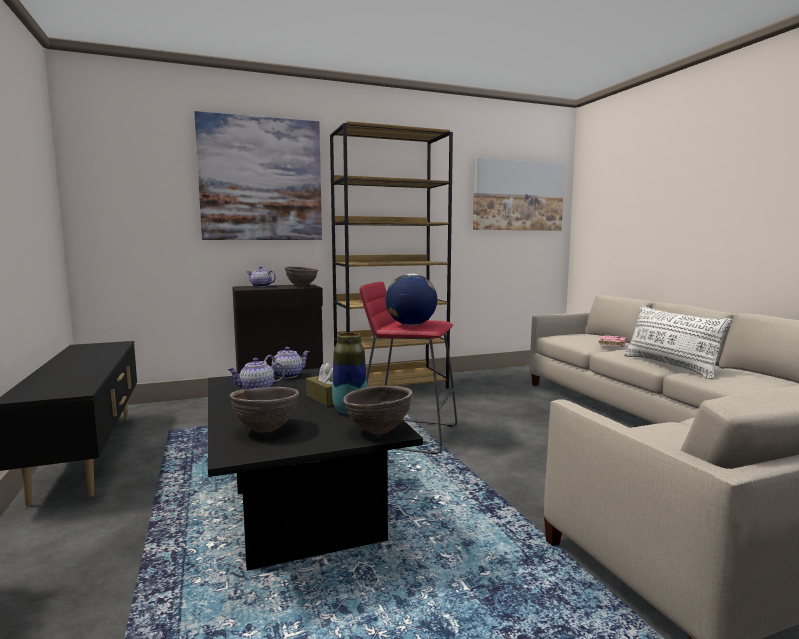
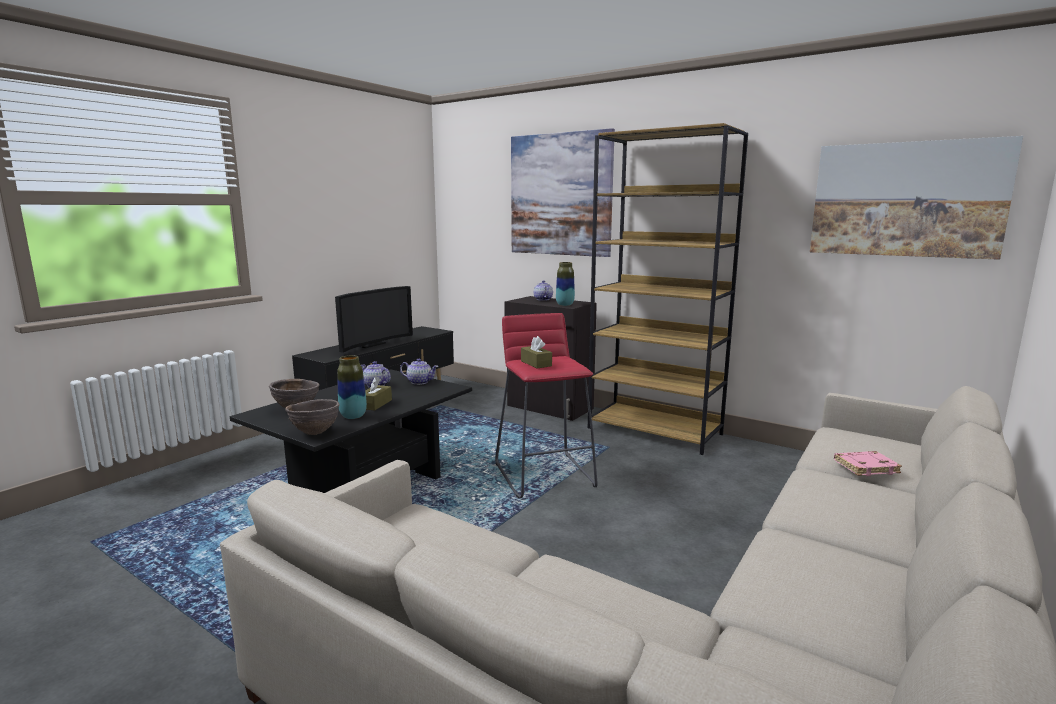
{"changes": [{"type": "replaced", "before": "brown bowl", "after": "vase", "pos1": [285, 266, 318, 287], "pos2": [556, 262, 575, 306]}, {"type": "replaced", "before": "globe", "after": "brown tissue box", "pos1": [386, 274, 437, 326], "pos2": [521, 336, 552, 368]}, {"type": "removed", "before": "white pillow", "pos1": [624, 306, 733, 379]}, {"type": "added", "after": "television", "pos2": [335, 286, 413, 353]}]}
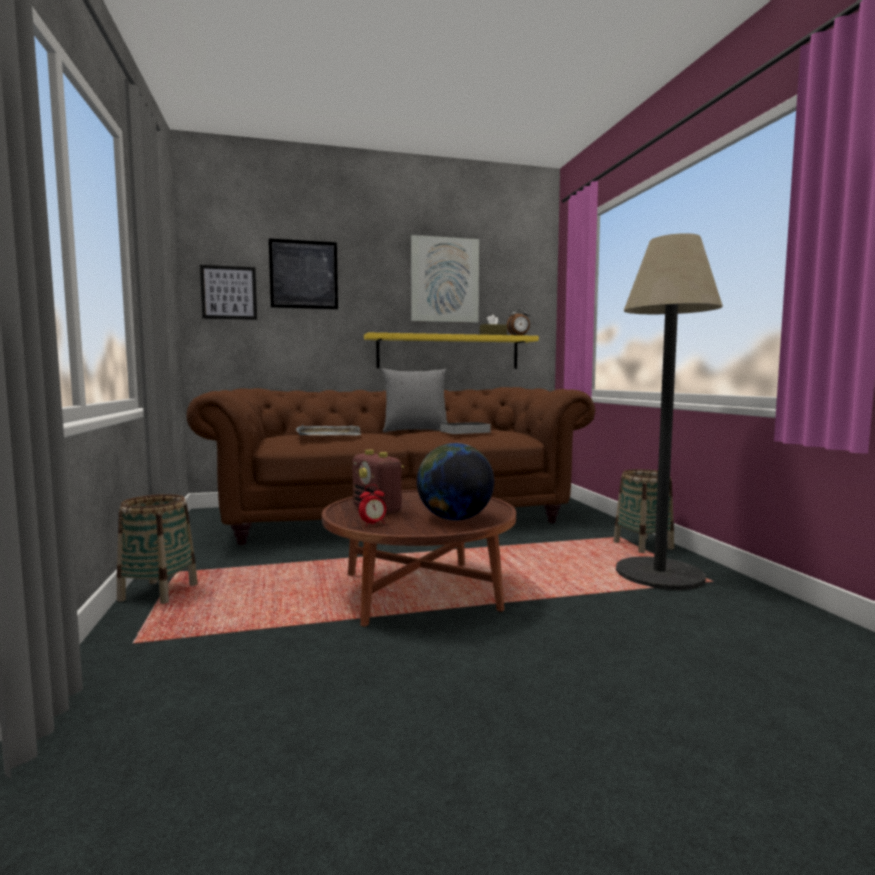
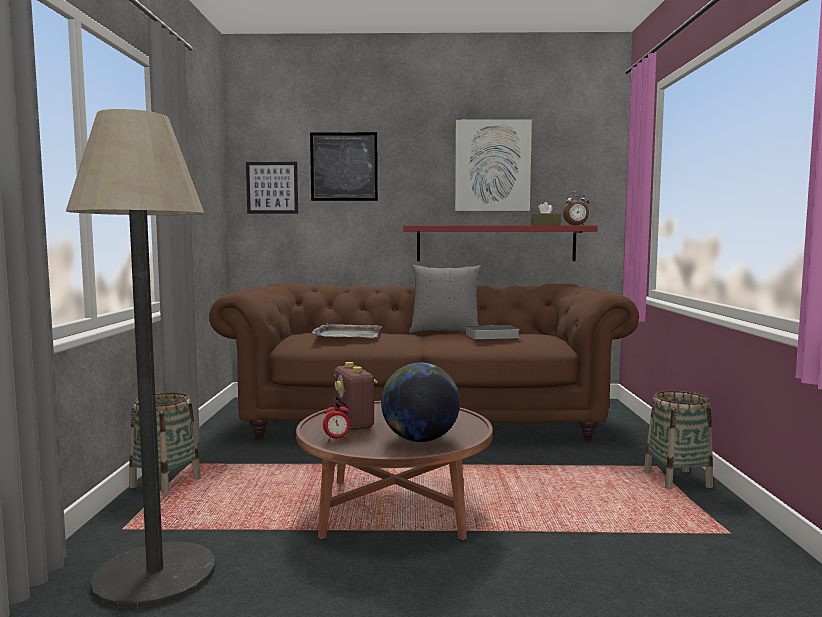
{"changes": [{"type": "recoloured", "before": "yellow shelf", "after": "red shelf", "pos1": [364, 332, 539, 369], "pos2": [403, 226, 598, 261]}, {"type": "moved", "before": "floor lamp", "pos1": [616, 233, 723, 590], "pos2": [66, 109, 215, 609]}]}
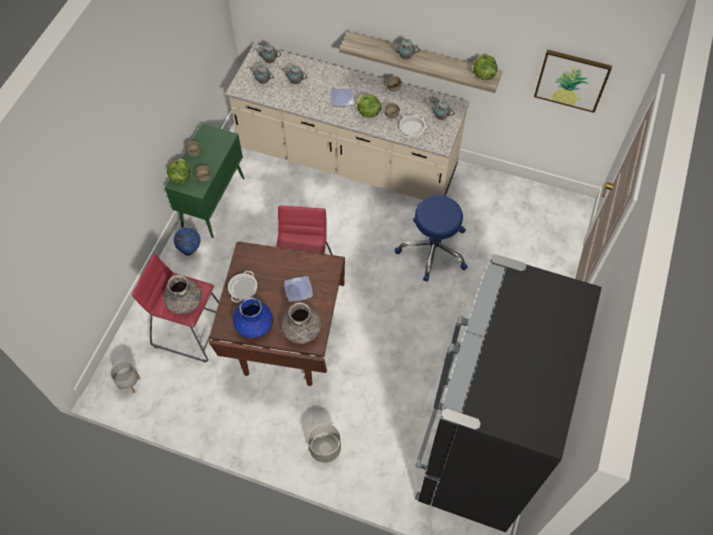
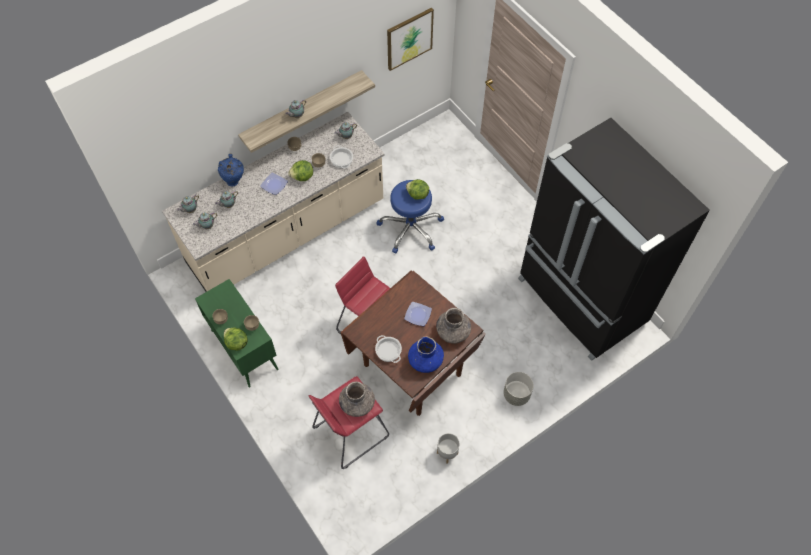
{"changes": [{"type": "moved", "before": "grey planter", "pos1": [110, 361, 141, 393], "pos2": [437, 433, 460, 464]}, {"type": "moved", "before": "blue vase", "pos1": [174, 227, 201, 255], "pos2": [218, 153, 244, 186]}, {"type": "moved", "before": "lettuce", "pos1": [473, 55, 497, 80], "pos2": [406, 179, 429, 200]}]}
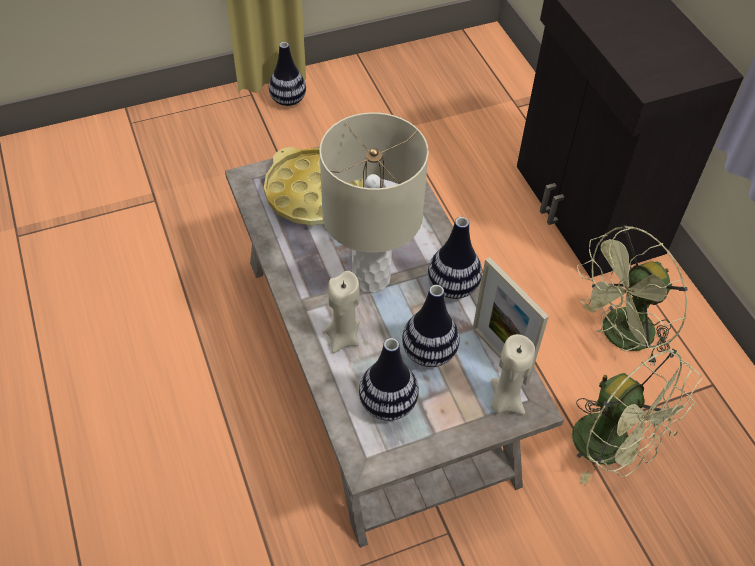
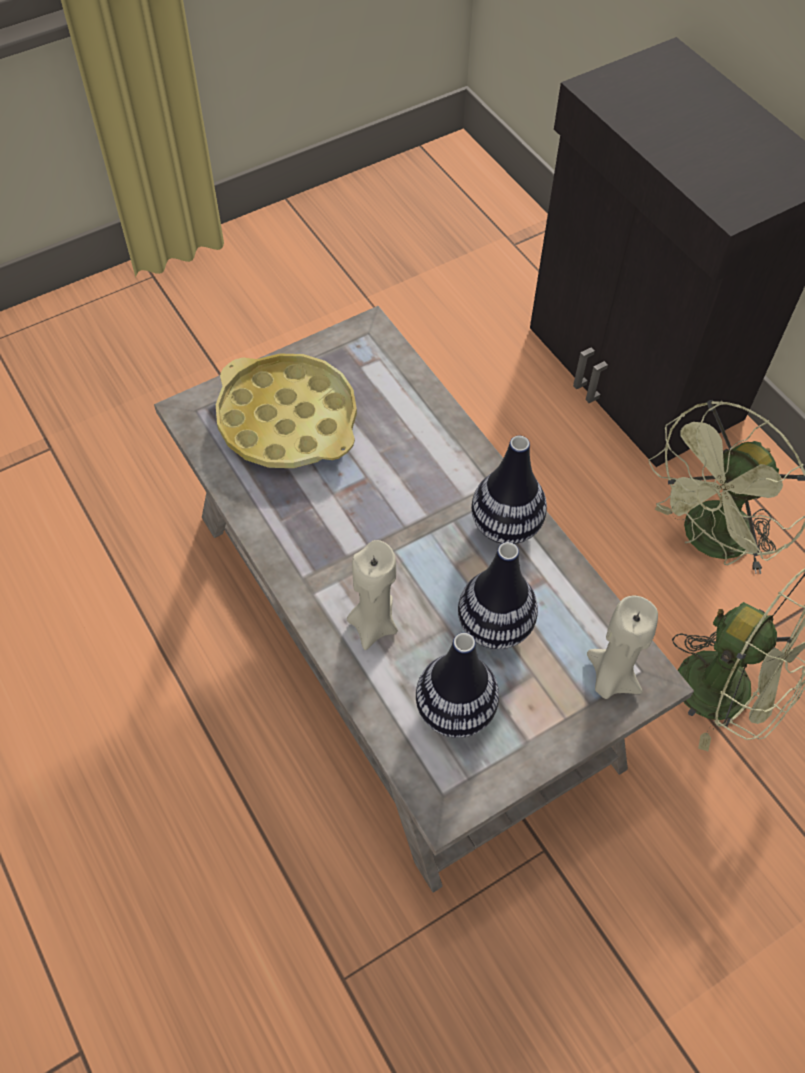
{"changes": [{"type": "removed", "before": "vase", "pos1": [269, 42, 306, 106]}, {"type": "removed", "before": "beige table lamp", "pos1": [319, 112, 429, 293]}, {"type": "removed", "before": "picture frame", "pos1": [473, 257, 549, 385]}]}
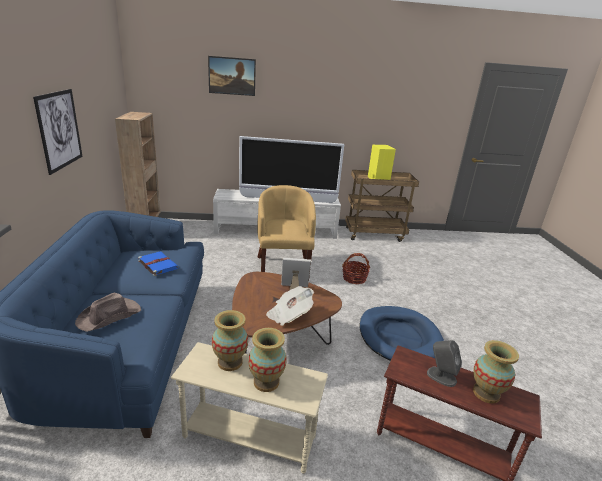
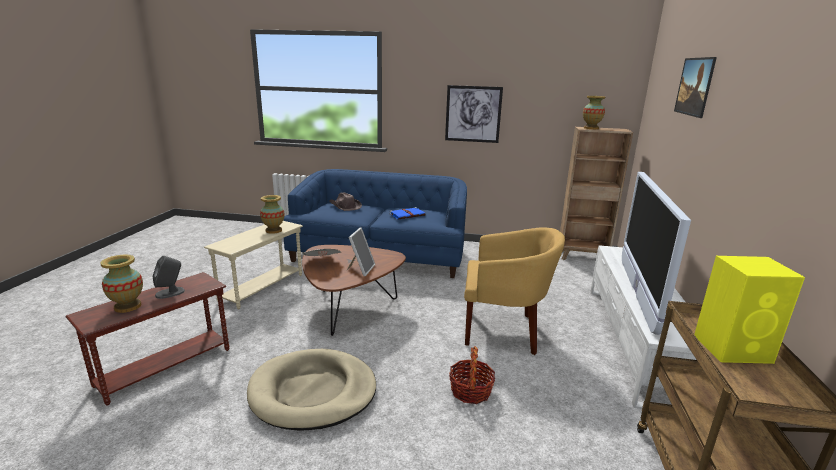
{"changes": [{"type": "moved", "before": "vase", "pos1": [248, 328, 287, 392], "pos2": [583, 96, 605, 129]}, {"type": "recoloured", "before": "blue dog bed", "after": "beige dog bed", "pos1": [360, 306, 444, 361], "pos2": [247, 349, 376, 431]}]}
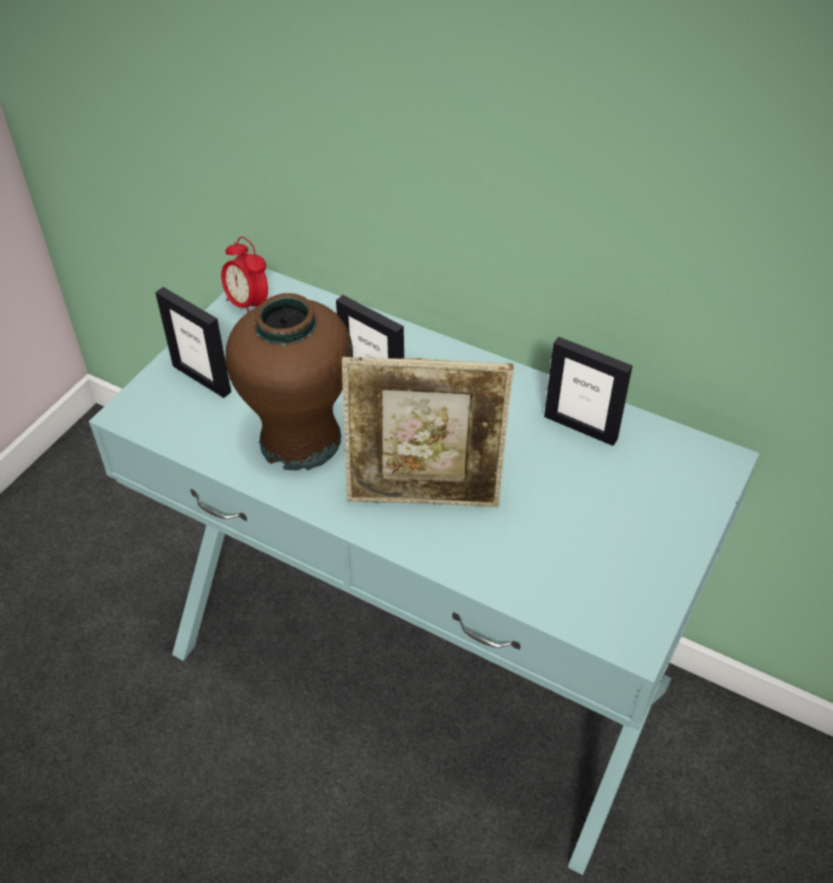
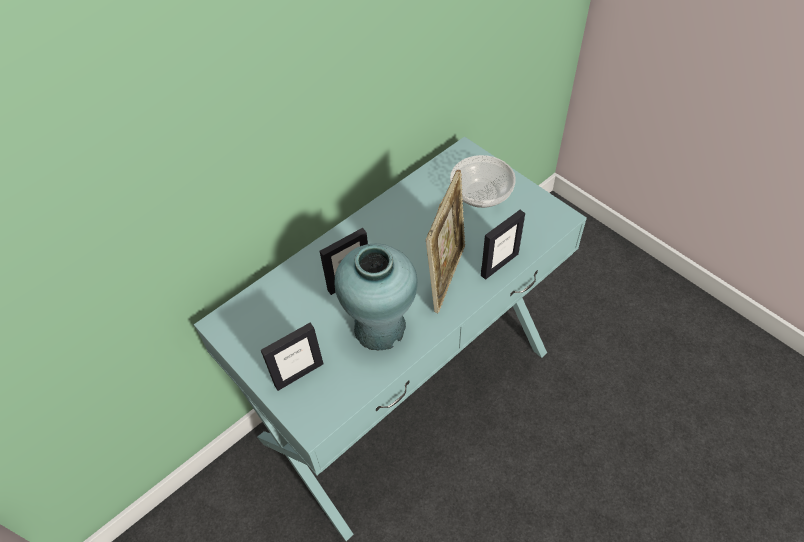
{"changes": [{"type": "removed", "before": "alarm clock", "pos1": [221, 237, 268, 312]}, {"type": "recoloured", "before": "brown vase", "after": "turquoise vase", "pos1": [225, 293, 353, 470], "pos2": [335, 244, 418, 350]}, {"type": "moved", "before": "picture frame", "pos1": [544, 337, 632, 446], "pos2": [481, 210, 525, 280]}, {"type": "added", "after": "bowl", "pos2": [450, 155, 516, 208]}]}
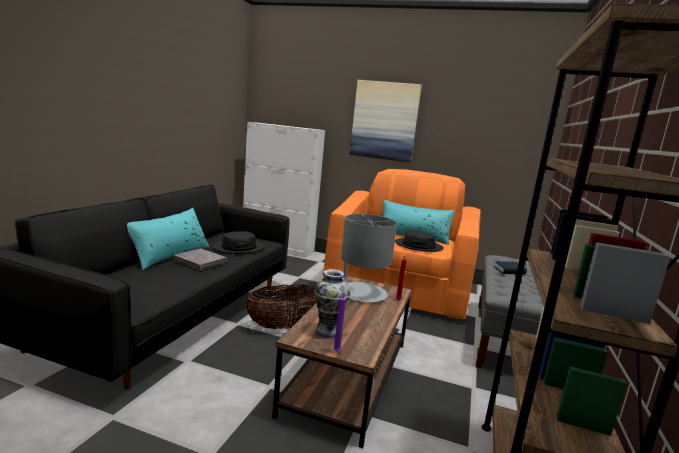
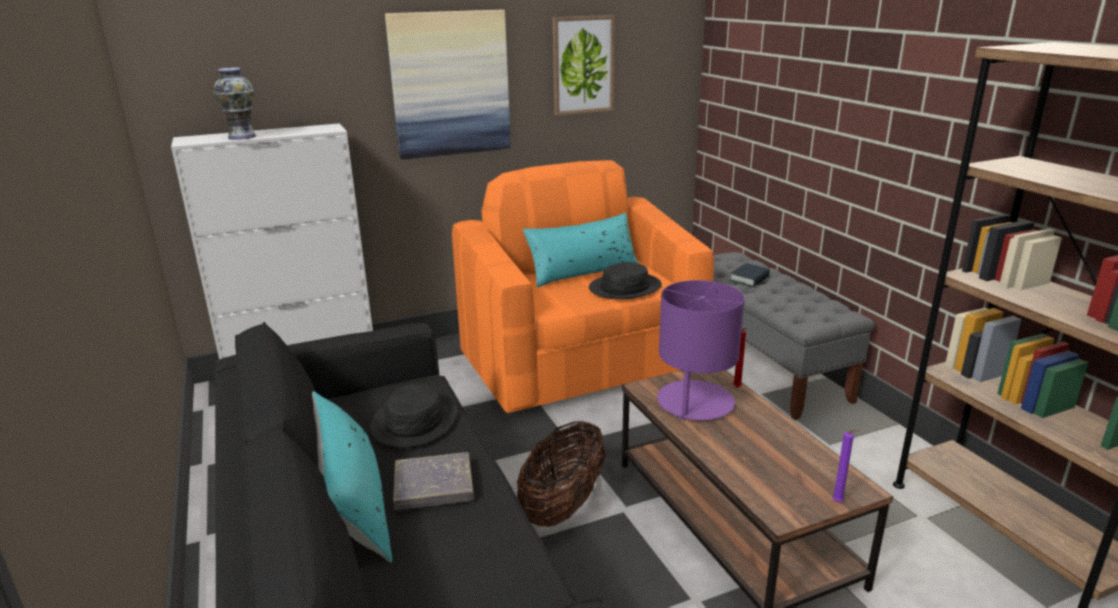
{"changes": [{"type": "moved", "before": "vase", "pos1": [314, 269, 351, 338], "pos2": [214, 68, 256, 140]}, {"type": "recoloured", "before": "grey table lamp", "after": "purple table lamp", "pos1": [341, 214, 397, 303], "pos2": [657, 280, 745, 421]}, {"type": "added", "after": "picture", "pos2": [553, 15, 615, 116]}]}
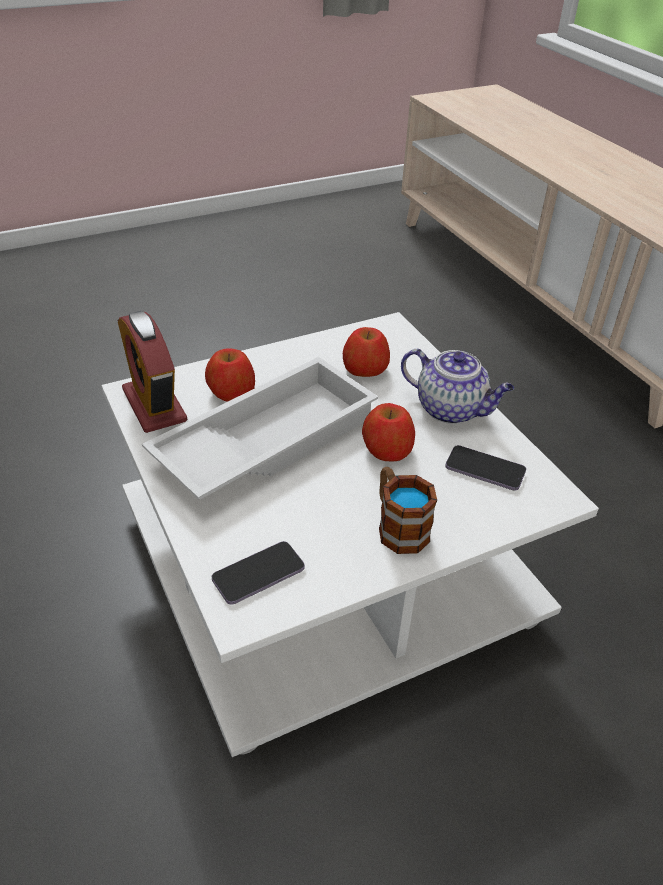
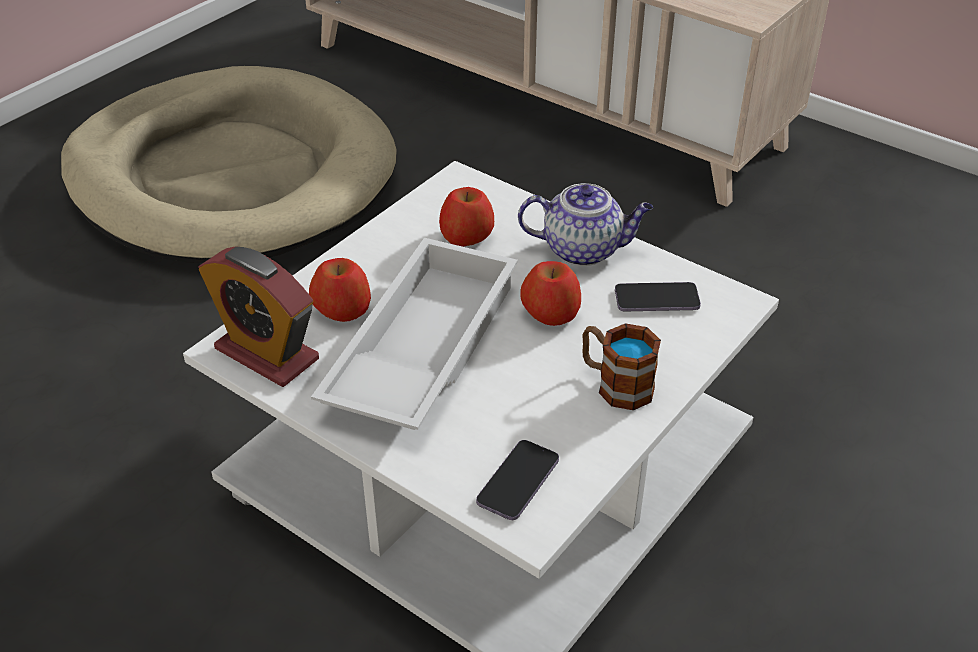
{"changes": [{"type": "added", "after": "beige dog bed", "pos2": [61, 66, 397, 263]}]}
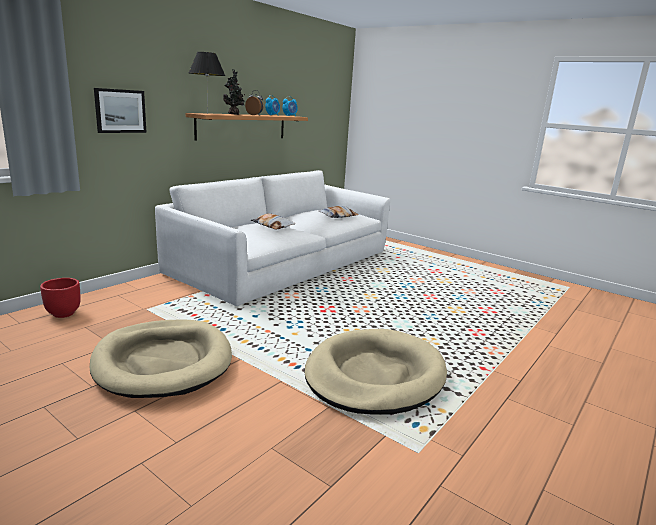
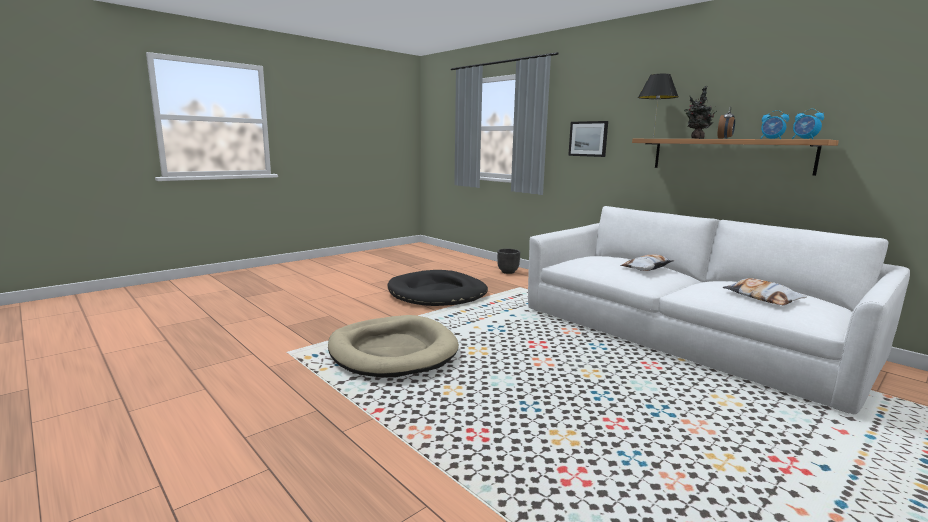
{"changes": [{"type": "recoloured", "before": "red planter", "after": "black planter", "pos1": [40, 278, 81, 318], "pos2": [497, 249, 520, 274]}, {"type": "recoloured", "before": "beige dog bed", "after": "black dog bed", "pos1": [90, 320, 232, 398], "pos2": [387, 270, 488, 306]}]}
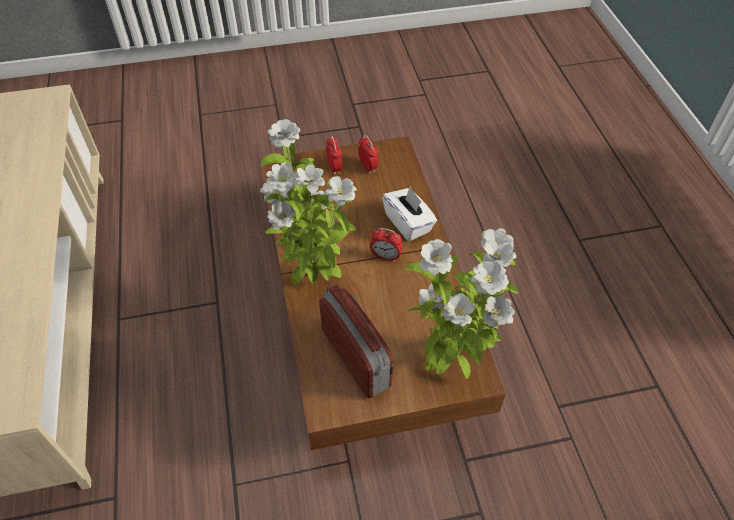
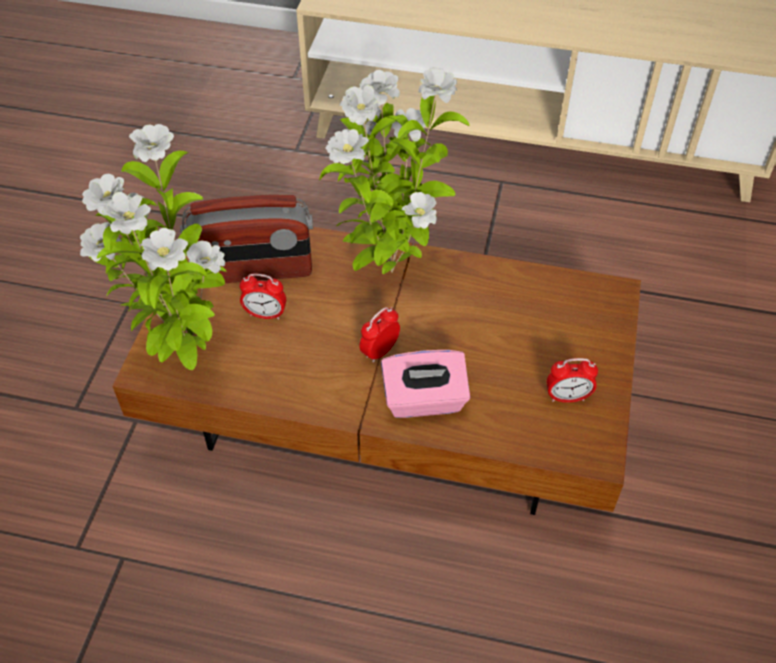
{"changes": [{"type": "moved", "before": "alarm clock", "pos1": [326, 136, 342, 175], "pos2": [240, 273, 286, 320]}, {"type": "recoloured", "before": "white tissue box", "after": "pink tissue box", "pos1": [382, 187, 437, 241], "pos2": [381, 350, 470, 418]}]}
